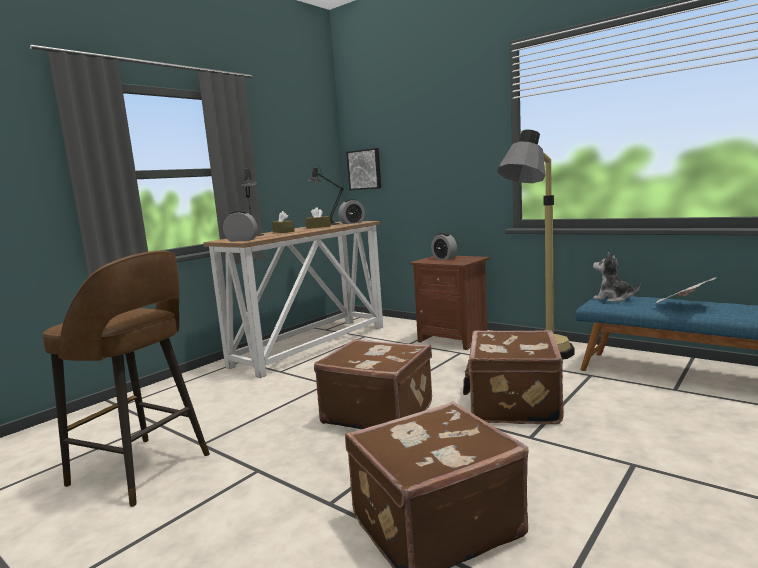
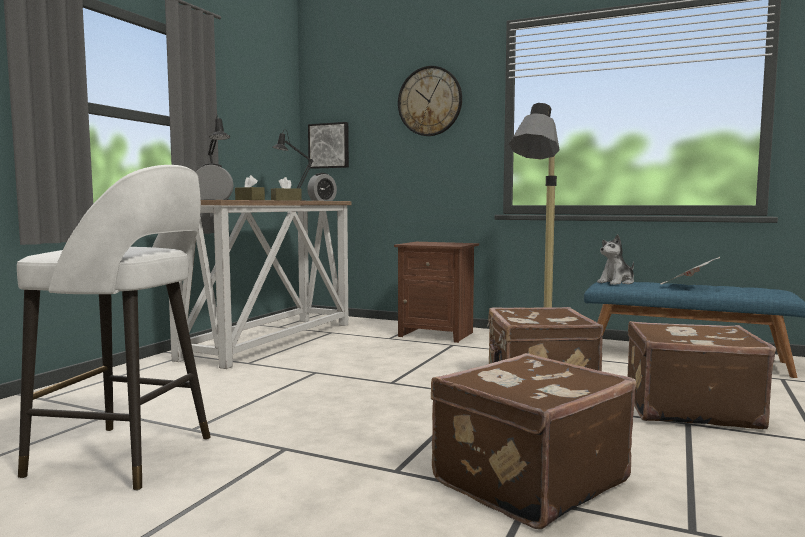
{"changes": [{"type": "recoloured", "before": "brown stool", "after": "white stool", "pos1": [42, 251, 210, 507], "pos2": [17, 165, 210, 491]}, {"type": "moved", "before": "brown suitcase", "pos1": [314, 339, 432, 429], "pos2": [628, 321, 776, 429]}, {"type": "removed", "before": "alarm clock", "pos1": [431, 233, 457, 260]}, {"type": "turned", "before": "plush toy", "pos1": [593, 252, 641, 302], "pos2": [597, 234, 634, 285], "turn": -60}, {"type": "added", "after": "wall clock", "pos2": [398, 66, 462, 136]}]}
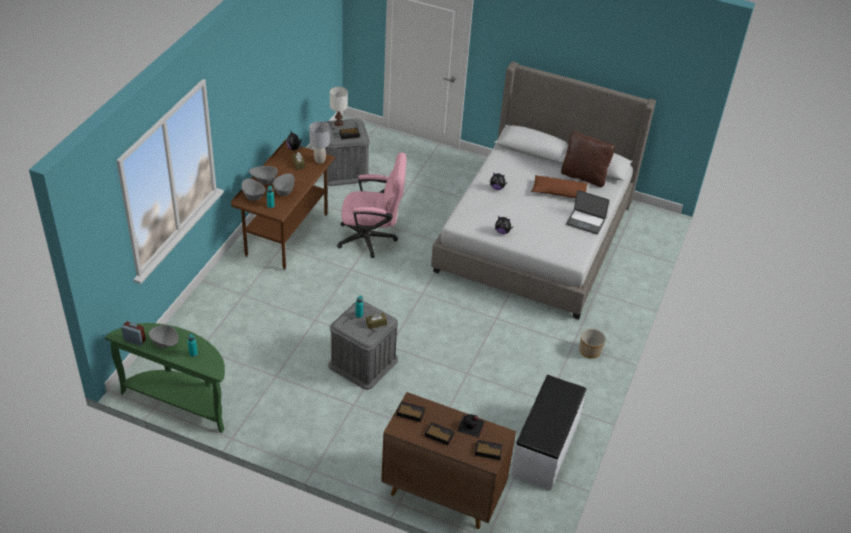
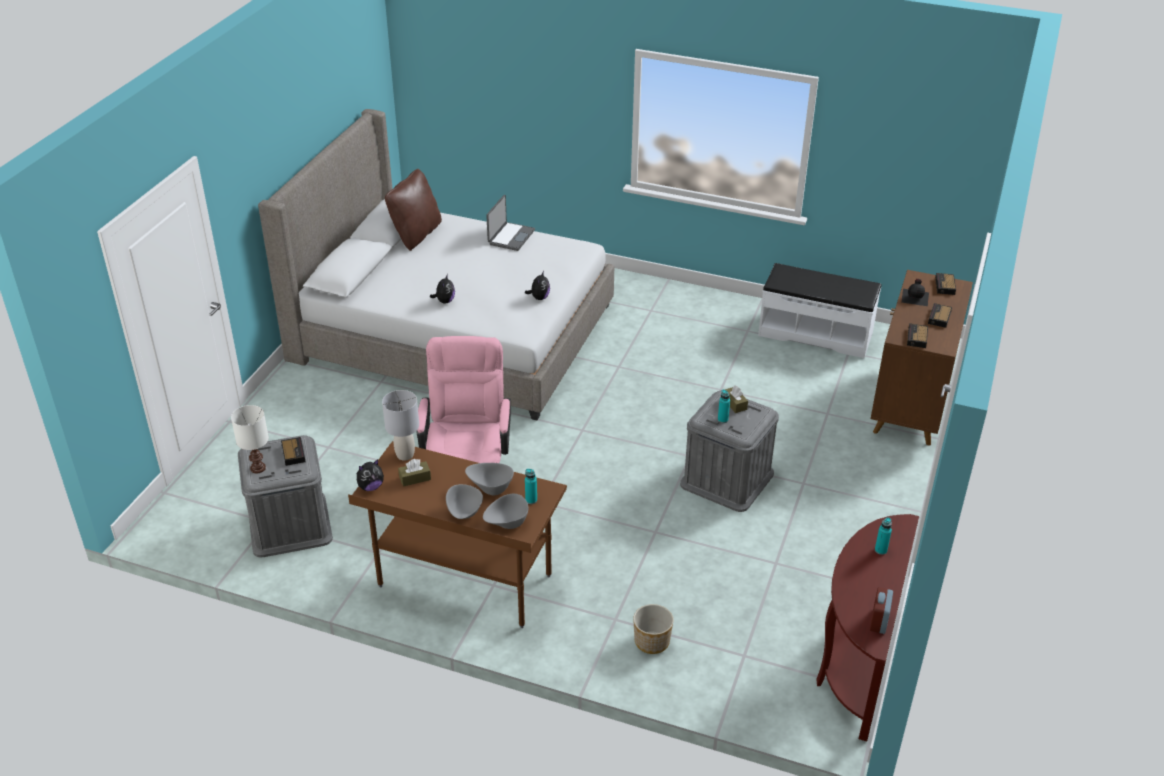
{"changes": [{"type": "recoloured", "before": "green console table", "after": "brown console table", "pos1": [105, 323, 225, 433], "pos2": [816, 514, 919, 741]}, {"type": "removed", "before": "grey bowl", "pos1": [149, 325, 178, 348]}, {"type": "removed", "before": "brown pillow", "pos1": [531, 175, 588, 198]}, {"type": "moved", "before": "planter", "pos1": [580, 329, 605, 359], "pos2": [633, 604, 673, 654]}]}
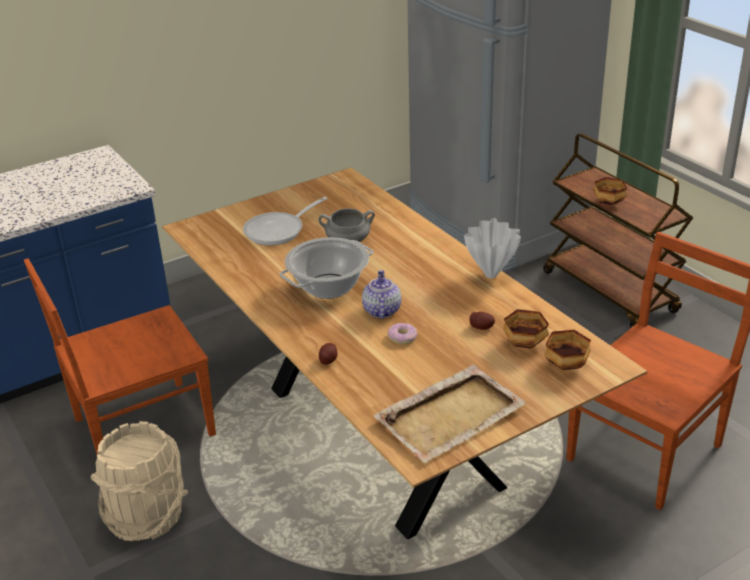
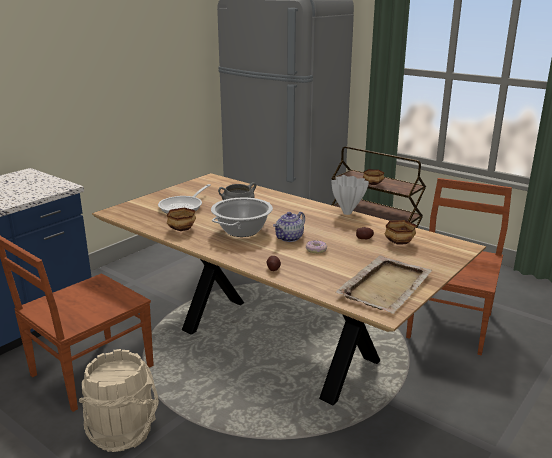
{"changes": [{"type": "turned", "before": "teapot", "pos1": [362, 270, 401, 319], "pos2": [273, 212, 305, 242], "turn": -120}, {"type": "moved", "before": "bowl", "pos1": [544, 330, 591, 370], "pos2": [167, 207, 196, 231]}]}
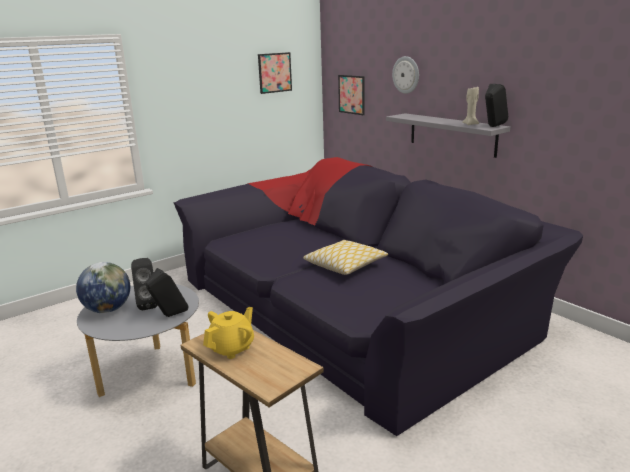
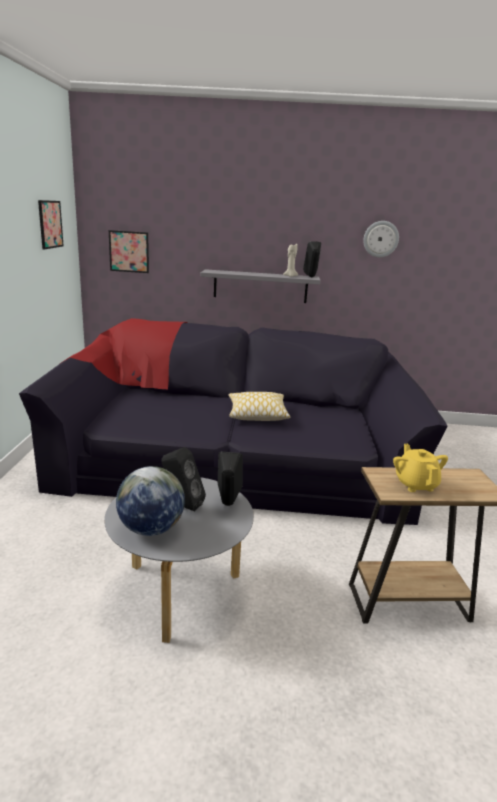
{"changes": [{"type": "moved", "before": "wall clock", "pos1": [392, 56, 419, 94], "pos2": [363, 221, 399, 257]}]}
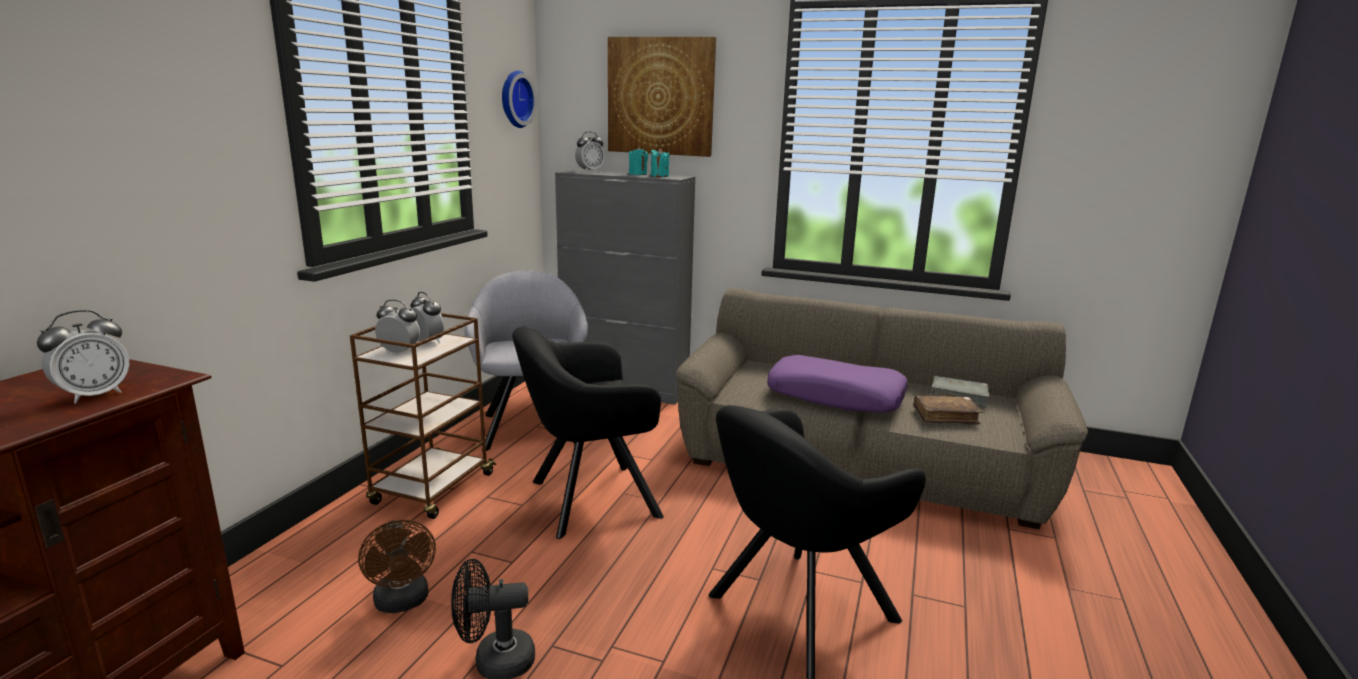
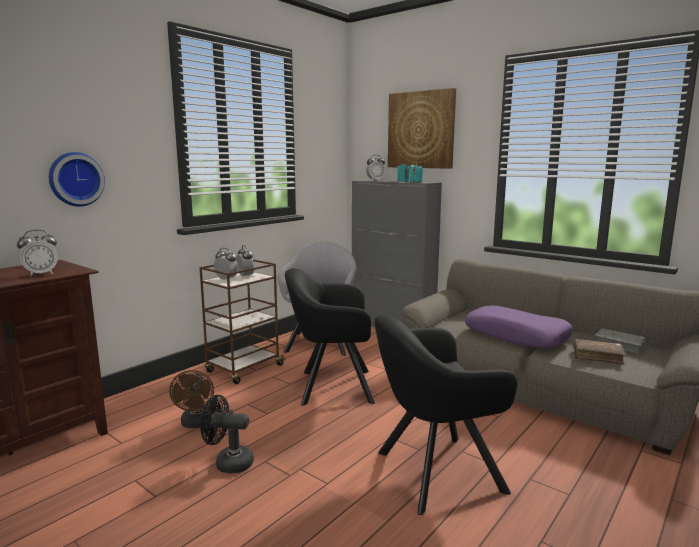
{"changes": [{"type": "moved", "before": "wall clock", "pos1": [502, 70, 537, 128], "pos2": [49, 152, 105, 207]}]}
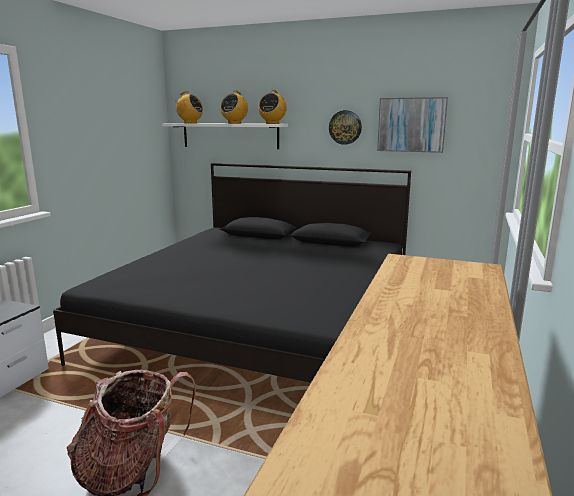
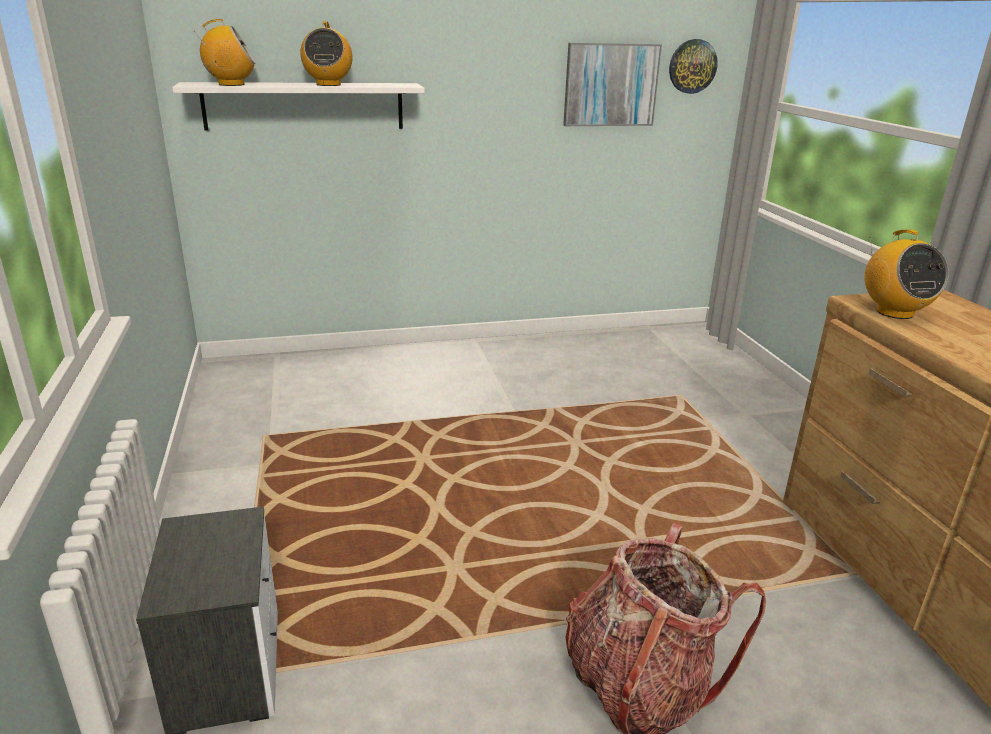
{"changes": [{"type": "removed", "before": "black bed", "pos1": [53, 163, 411, 383]}, {"type": "moved", "before": "radio", "pos1": [258, 90, 287, 124], "pos2": [864, 230, 949, 319]}, {"type": "moved", "before": "wall clock", "pos1": [329, 110, 362, 145], "pos2": [669, 39, 718, 94]}]}
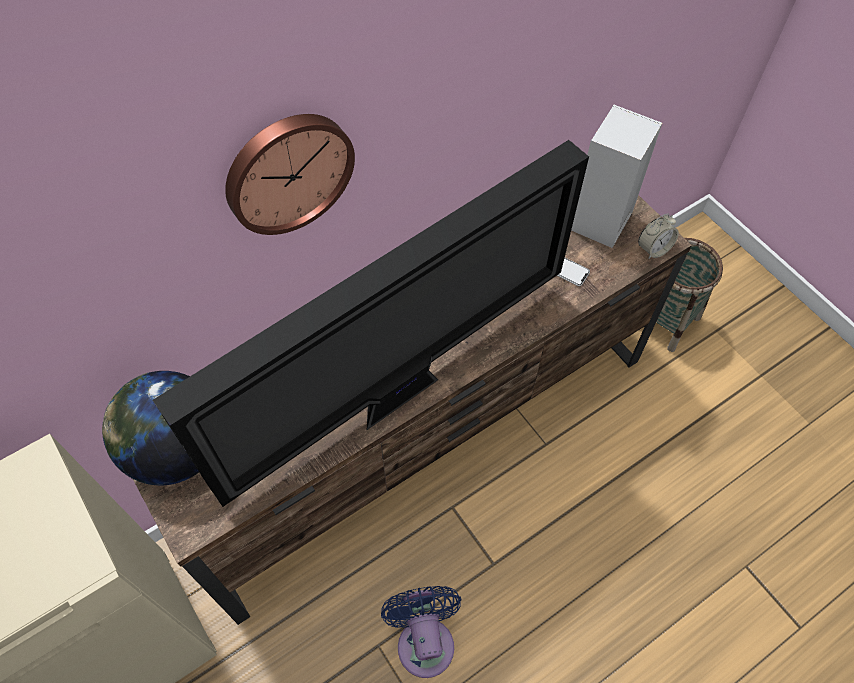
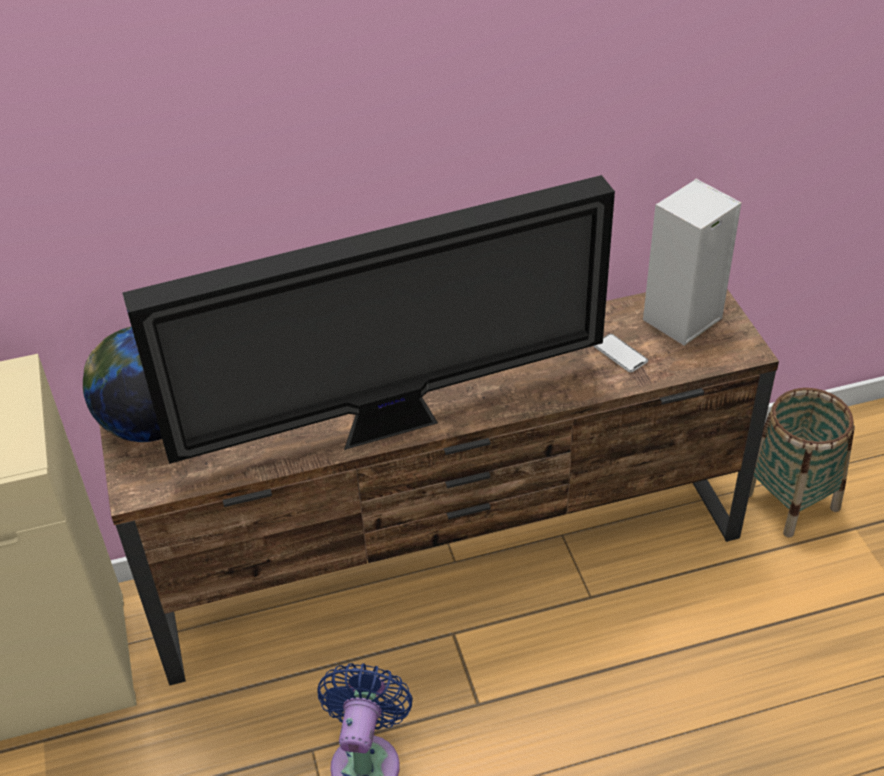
{"changes": [{"type": "removed", "before": "wall clock", "pos1": [225, 114, 355, 235]}, {"type": "removed", "before": "alarm clock", "pos1": [638, 213, 679, 259]}]}
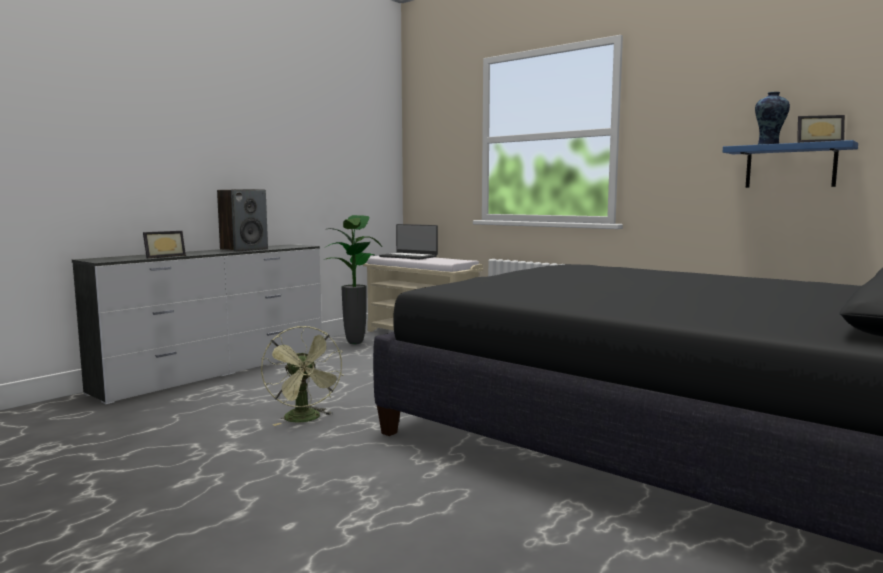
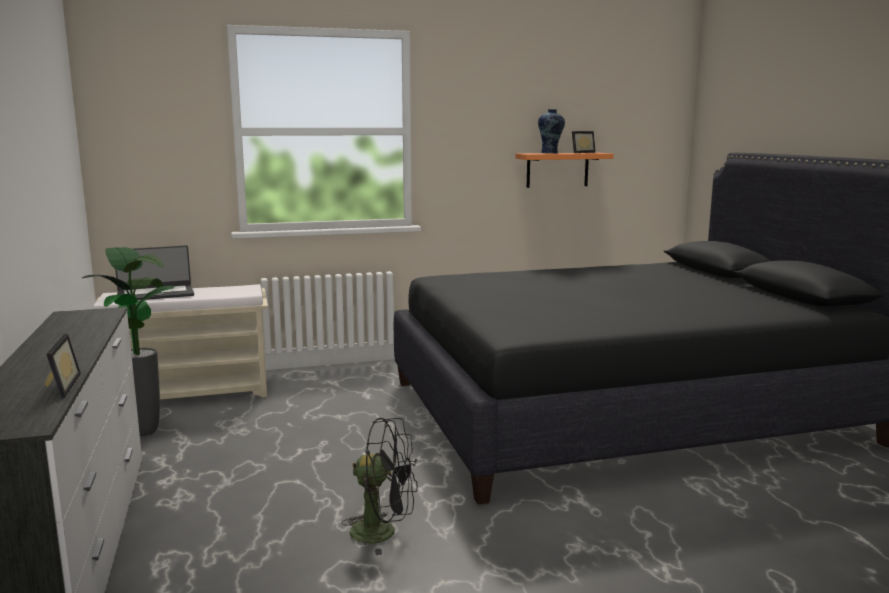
{"changes": [{"type": "removed", "before": "speaker", "pos1": [217, 189, 268, 252]}, {"type": "recoloured", "before": "green fan", "after": "black fan", "pos1": [261, 326, 344, 426], "pos2": [341, 418, 417, 555]}, {"type": "recoloured", "before": "blue shelf", "after": "orange shelf", "pos1": [723, 140, 858, 188], "pos2": [515, 153, 614, 188]}]}
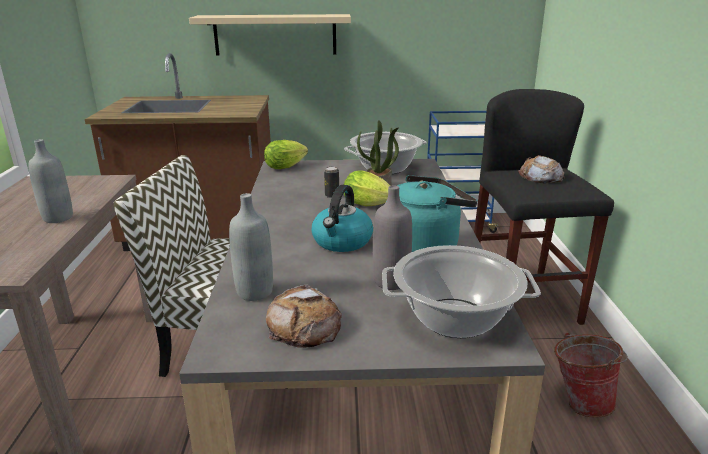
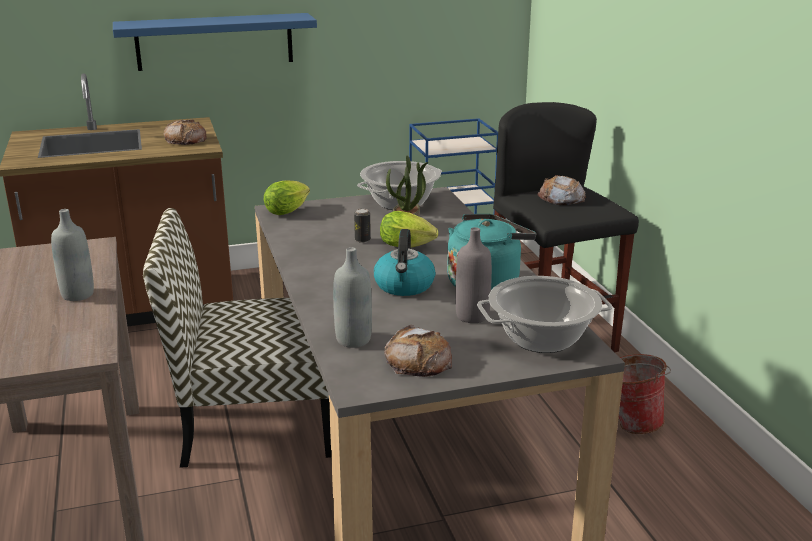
{"changes": [{"type": "recoloured", "before": "beige shelf", "after": "blue shelf", "pos1": [189, 14, 351, 56], "pos2": [113, 13, 317, 71]}, {"type": "added", "after": "bread", "pos2": [164, 120, 207, 145]}]}
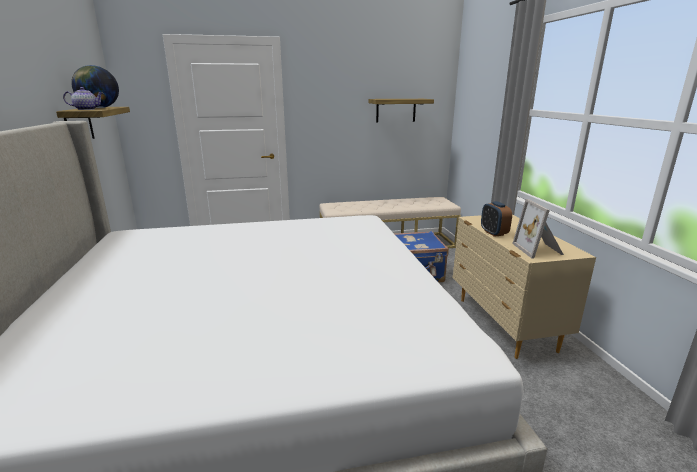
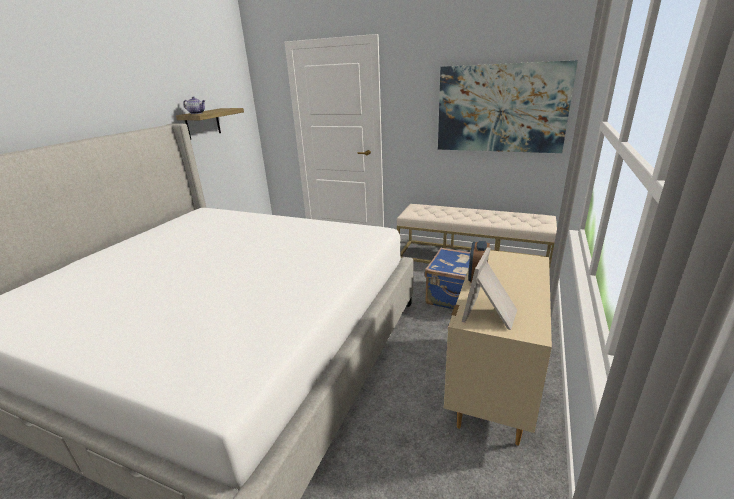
{"changes": [{"type": "removed", "before": "globe", "pos1": [71, 65, 119, 108]}, {"type": "replaced", "before": "shelf", "after": "picture", "pos1": [368, 99, 434, 122], "pos2": [438, 60, 578, 153]}]}
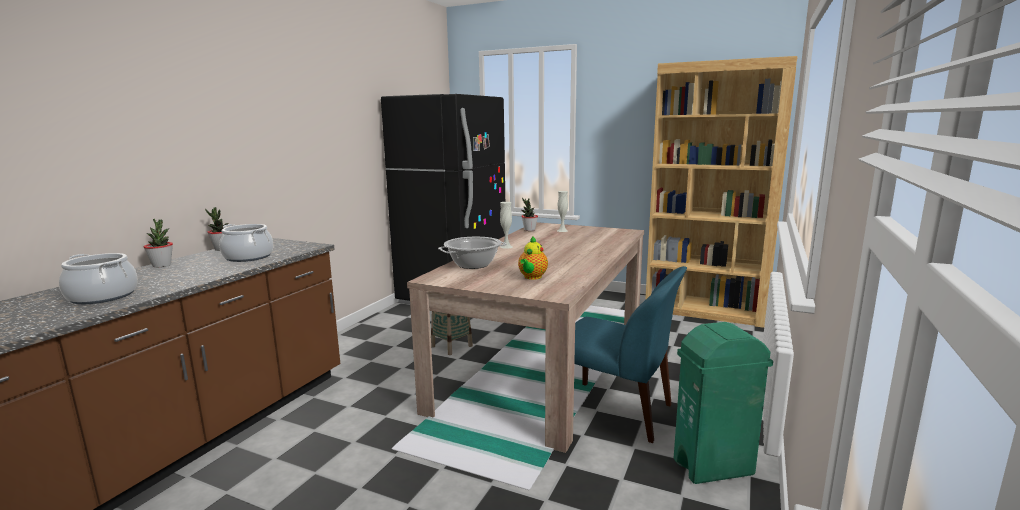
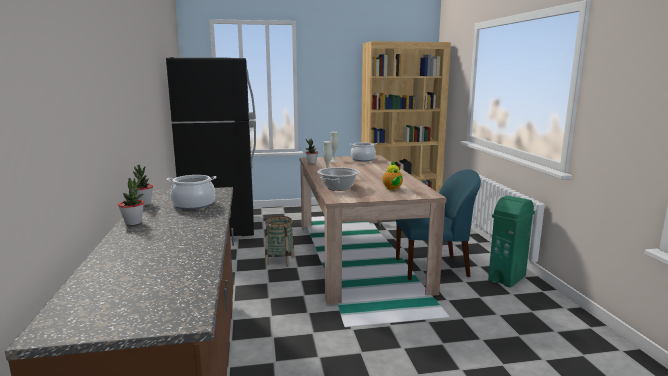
{"changes": [{"type": "moved", "before": "cooking pot", "pos1": [59, 253, 138, 304], "pos2": [350, 143, 377, 161]}]}
